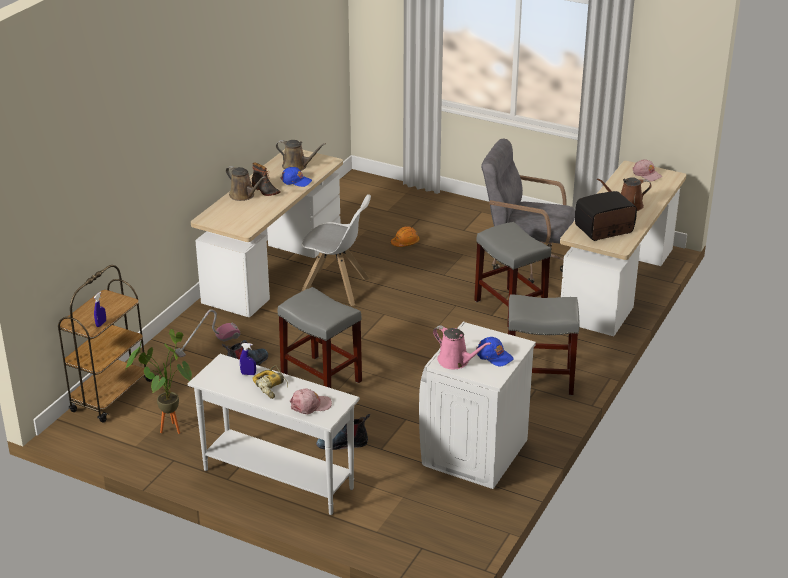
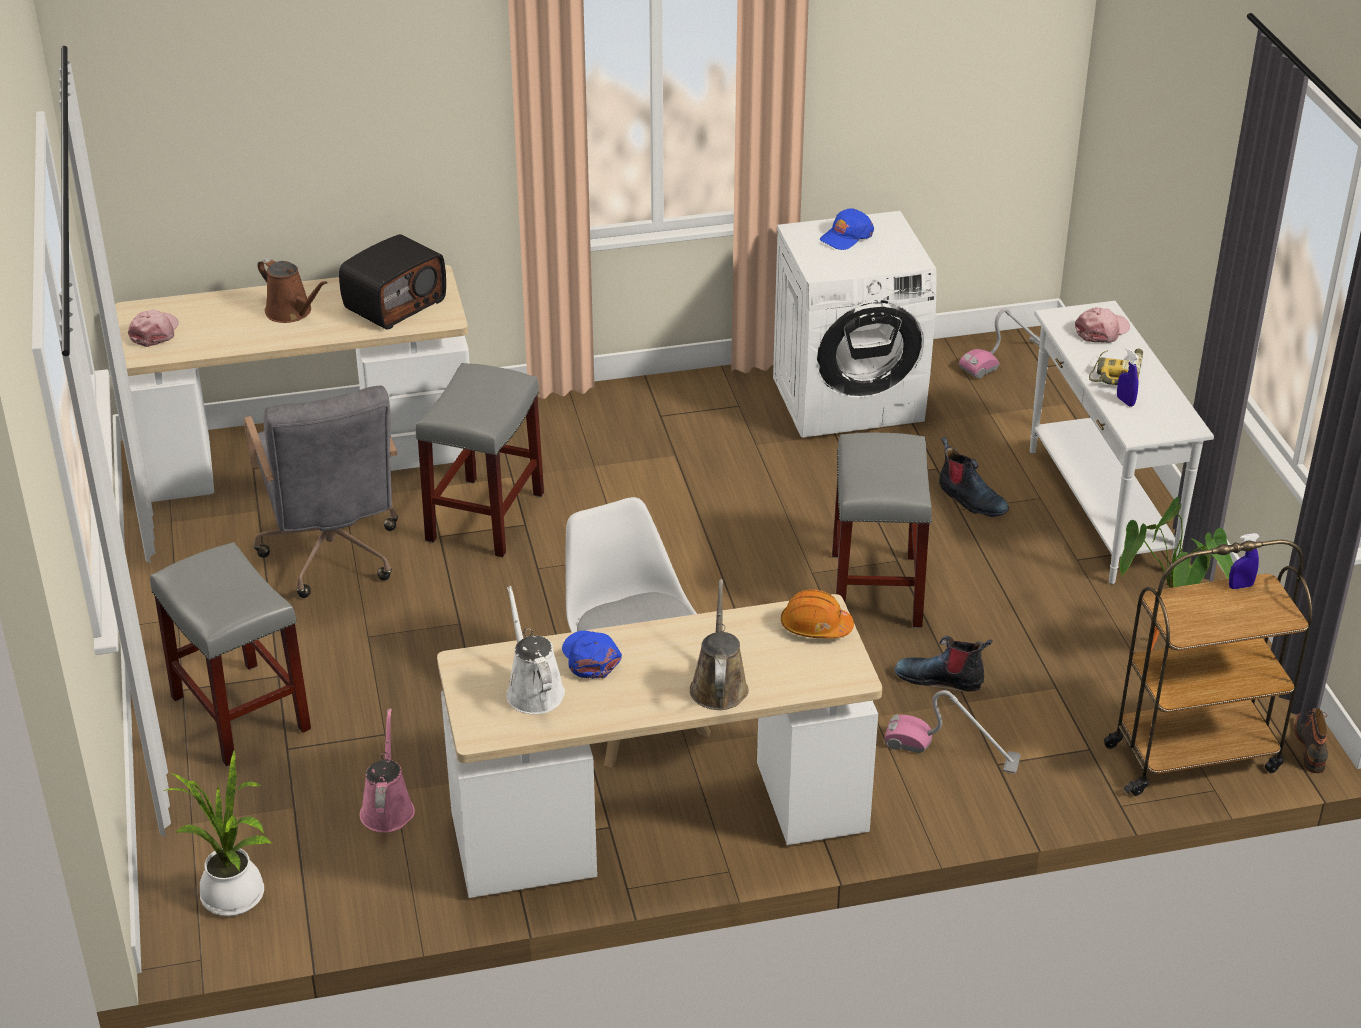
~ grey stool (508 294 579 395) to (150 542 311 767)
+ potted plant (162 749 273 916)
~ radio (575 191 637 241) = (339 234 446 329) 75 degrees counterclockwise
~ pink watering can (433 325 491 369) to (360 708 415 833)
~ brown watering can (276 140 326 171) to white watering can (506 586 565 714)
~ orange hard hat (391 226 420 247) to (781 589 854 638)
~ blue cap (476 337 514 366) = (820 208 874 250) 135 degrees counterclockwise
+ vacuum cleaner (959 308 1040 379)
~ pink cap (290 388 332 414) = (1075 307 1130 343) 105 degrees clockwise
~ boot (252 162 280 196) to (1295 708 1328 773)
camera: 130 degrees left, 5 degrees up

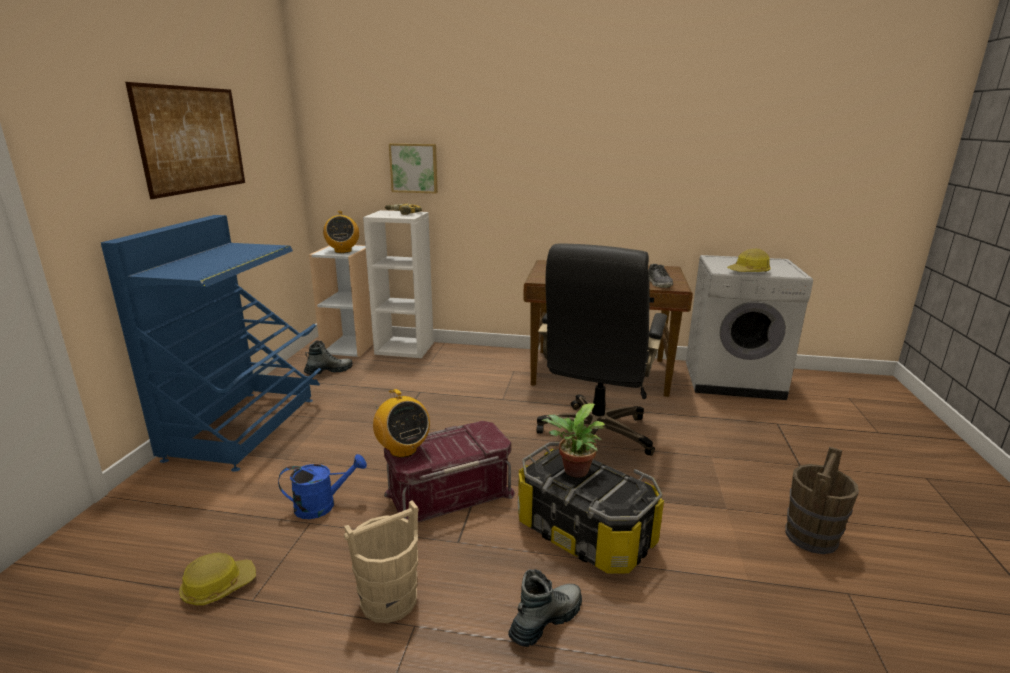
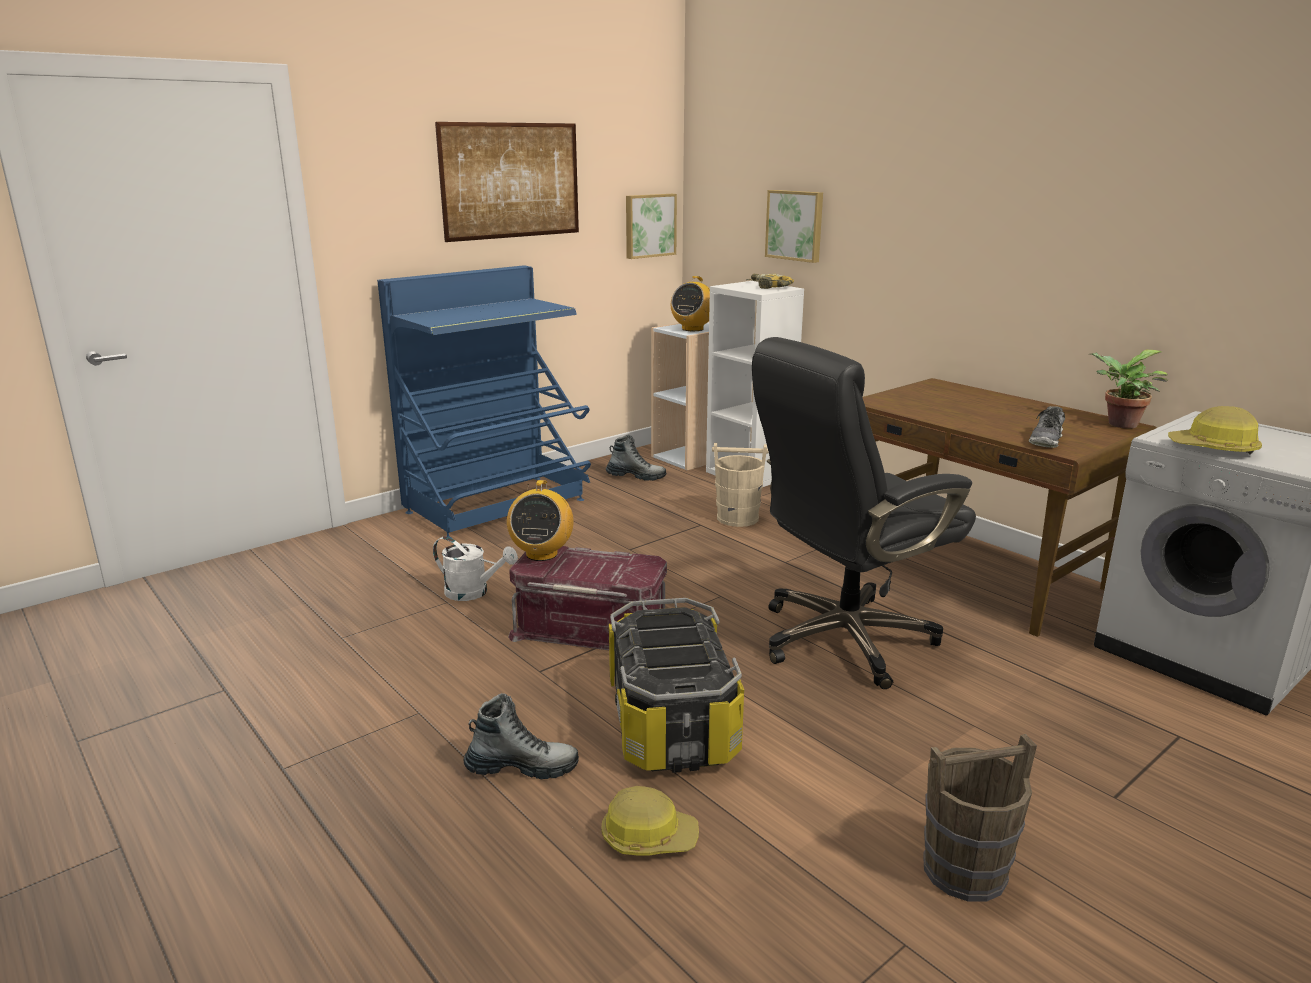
~ blue watering can (278 454 367 519) to white watering can (433 537 518 601)
~ hard hat (179 553 256 605) to (601 786 699 856)
+ picture (626 194 677 259)
~ beige bucket (344 500 419 623) to (712 443 769 527)
~ potted plant (541 403 605 478) to (1088 350 1168 429)
camera: 40 degrees right, 0 degrees up

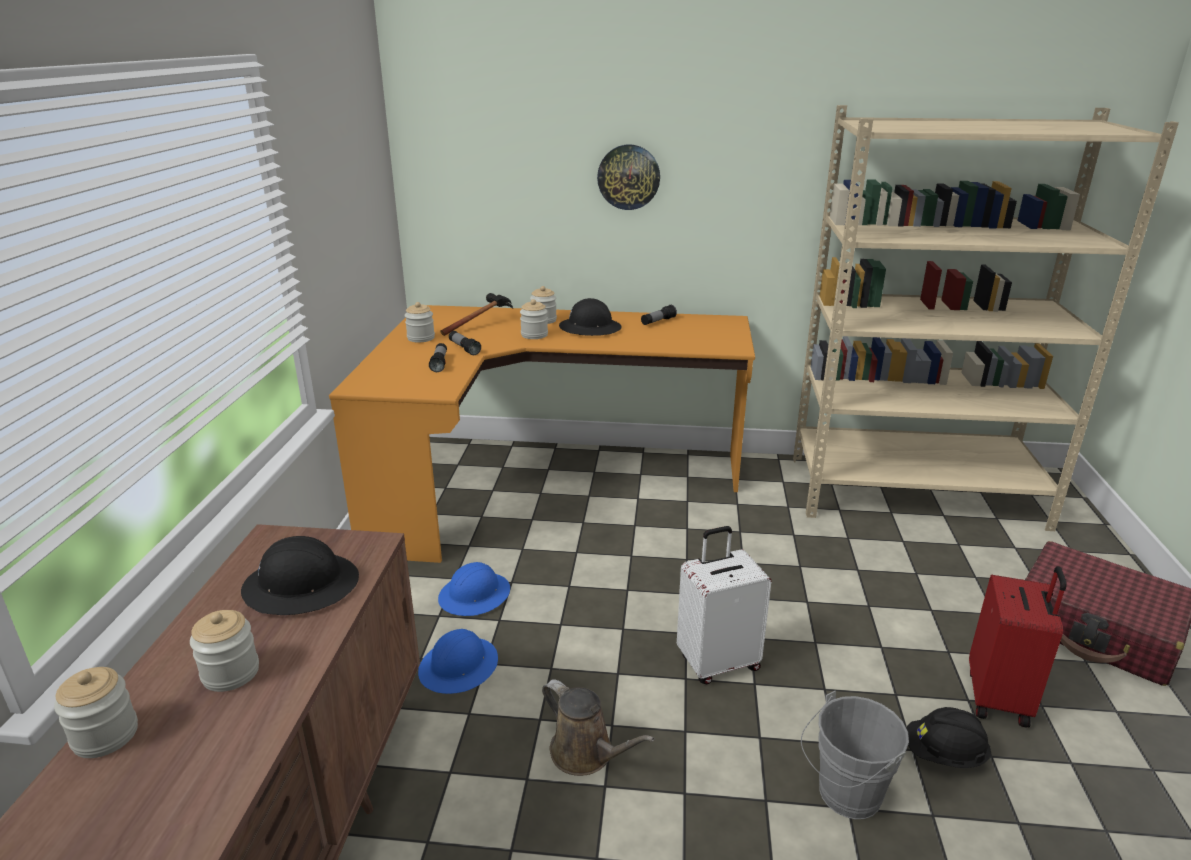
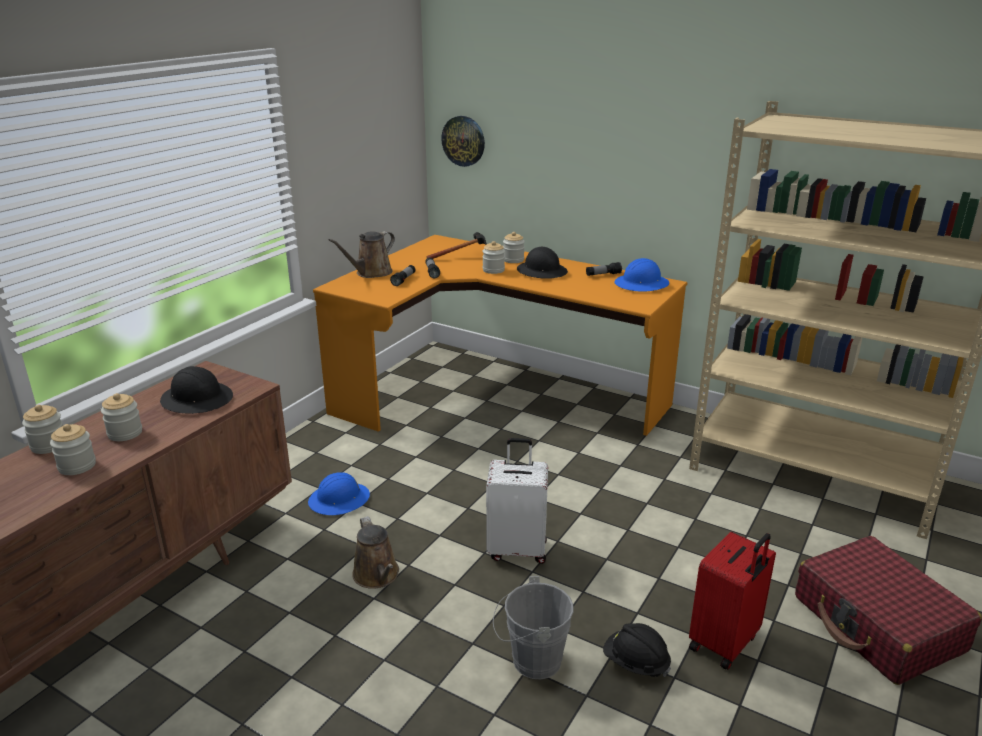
~ jar (405 302 435 343) to (50 424 96 475)
+ brown watering can (328 231 395 278)
~ wall clock (597 145 660 210) to (441 116 485 167)
~ blue hard hat (438 562 510 616) to (614 258 669 292)
camera: 25 degrees right, 0 degrees up

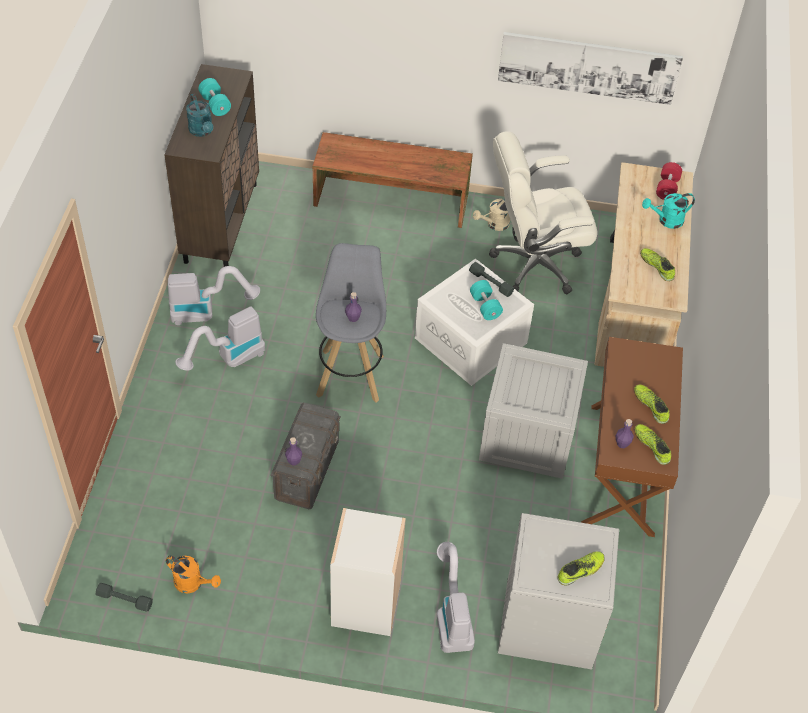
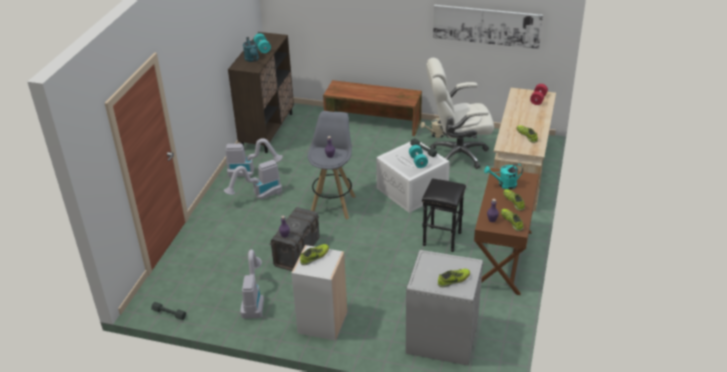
~ vacuum cleaner (437 542 475 653) to (240 249 264 319)
+ shoe (300 244 329 265)
~ crate (479 343 588 479) to black stool (422 179 466 252)
~ turquoise watering can (642 193 695 229) to (484 164 523 190)
- orange watering can (166 556 221 593)
camera: 10 degrees right, 15 degrees down

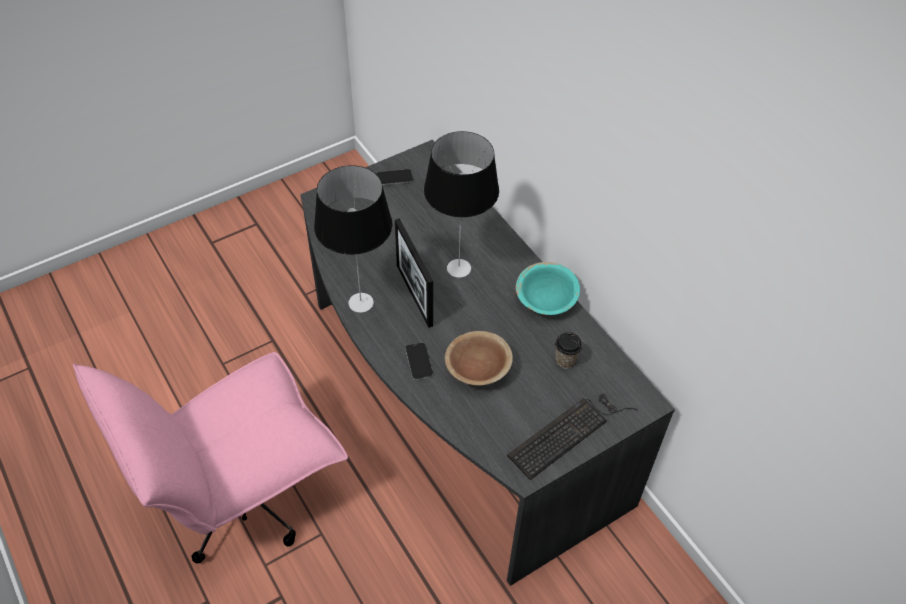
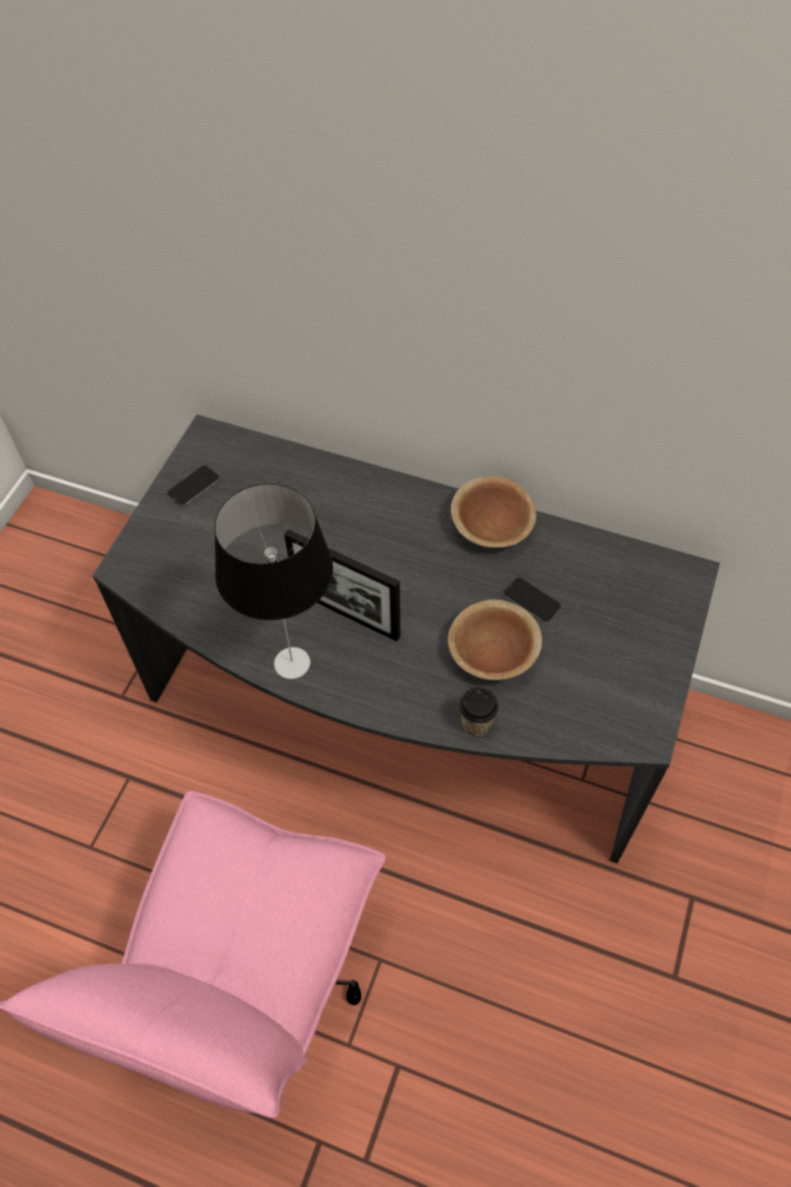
~ turquoise bowl (515 262 580 315) to brown bowl (451 476 536 548)
~ cup (555 332 582 369) to (459 688 498 737)
~ phone (405 343 433 380) to (503 578 561 623)
- table lamp (424 131 499 278)
- keyboard (507 394 638 480)
camera: 35 degrees left, 5 degrees up

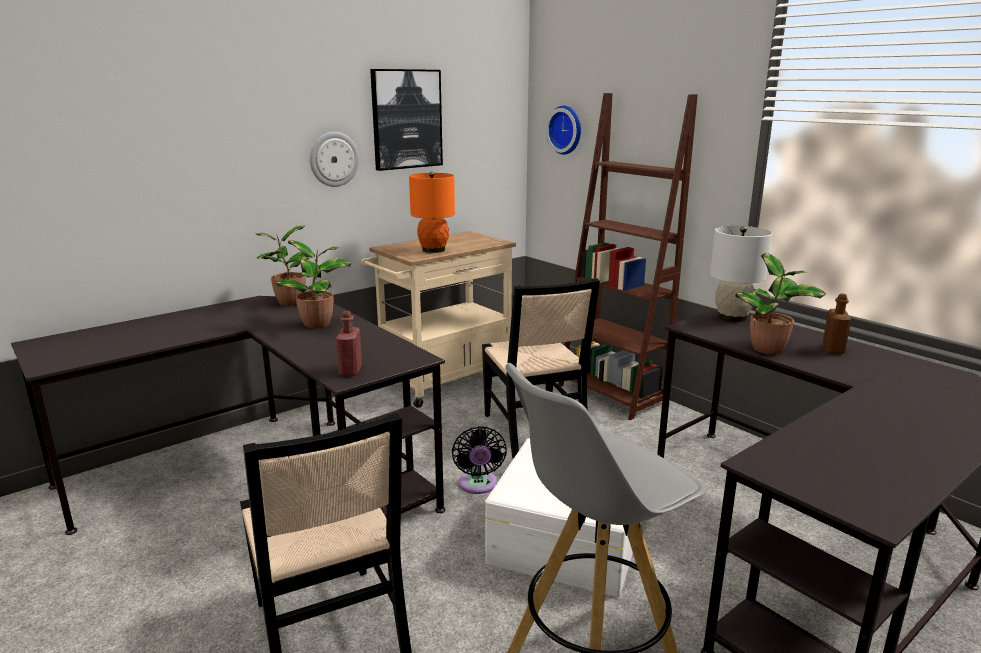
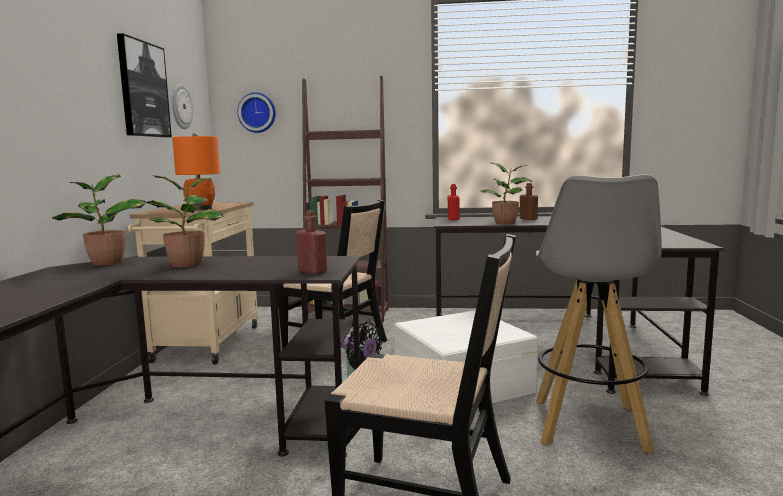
~ wall clock (310 132 359 187) to (172 84 193 129)
~ white table lamp (710 226 772 322) to red bottle (448 184 460 220)
camera: 45 degrees left, 10 degrees down

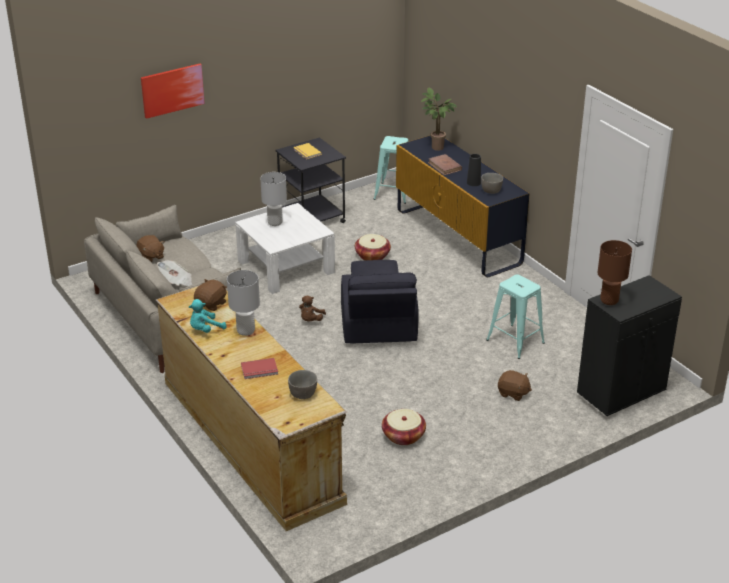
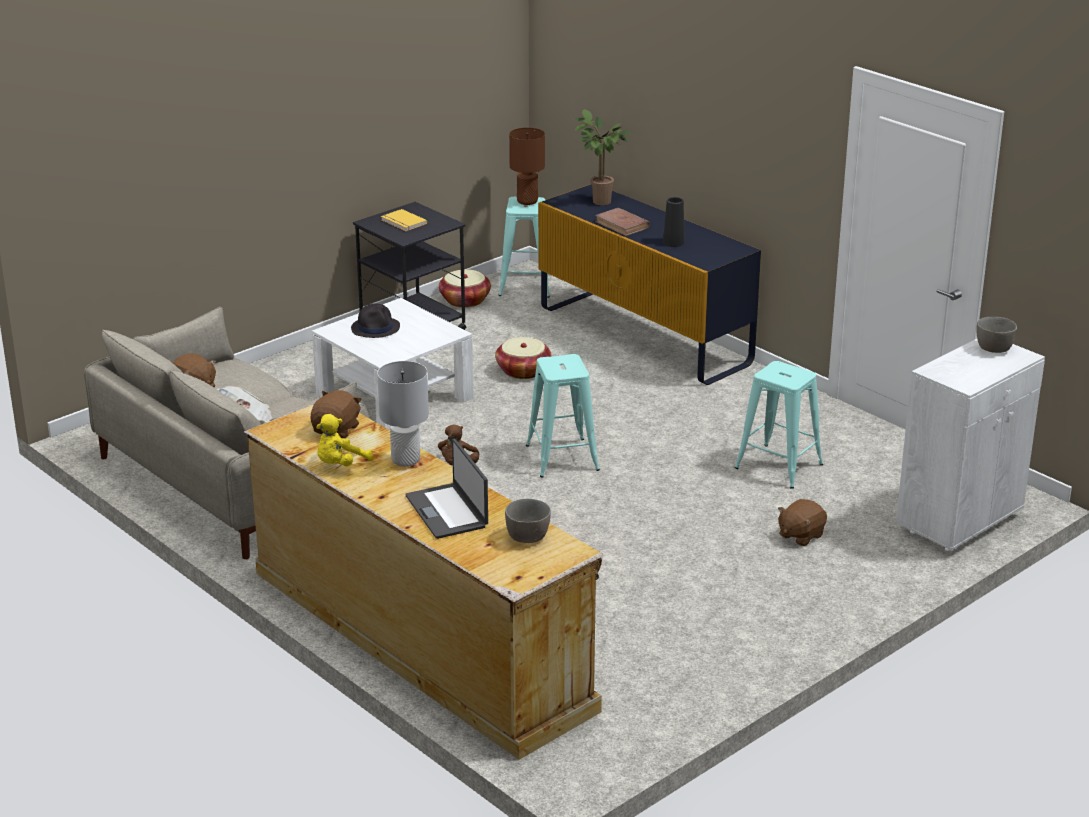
~ turquoise plush toy (189 299 227 333) to yellow plush toy (316 414 373 466)
~ grey table lamp (260 172 287 226) to black hat (351 304 400 338)
~ red book (241 358 278 379) to laptop (405 439 488 539)
~ basket (382 409 426 445) to (439 269 491 308)
~ brown table lamp (597 240 632 305) to (509 127 545 205)
~ black armchair (341 260 419 344) to turquoise stool (526 354 600 478)
~ brown plush toy (498 370 532 401) = (778 499 827 546) 120 degrees clockwise
~ black cabinet (577 275 682 416) to white cabinet (896 339 1045 551)
~ grey bowl (481 173 503 194) to (976 317 1017 353)
- picture (141 64 205 119)
camera: 10 degrees left, 5 degrees down

